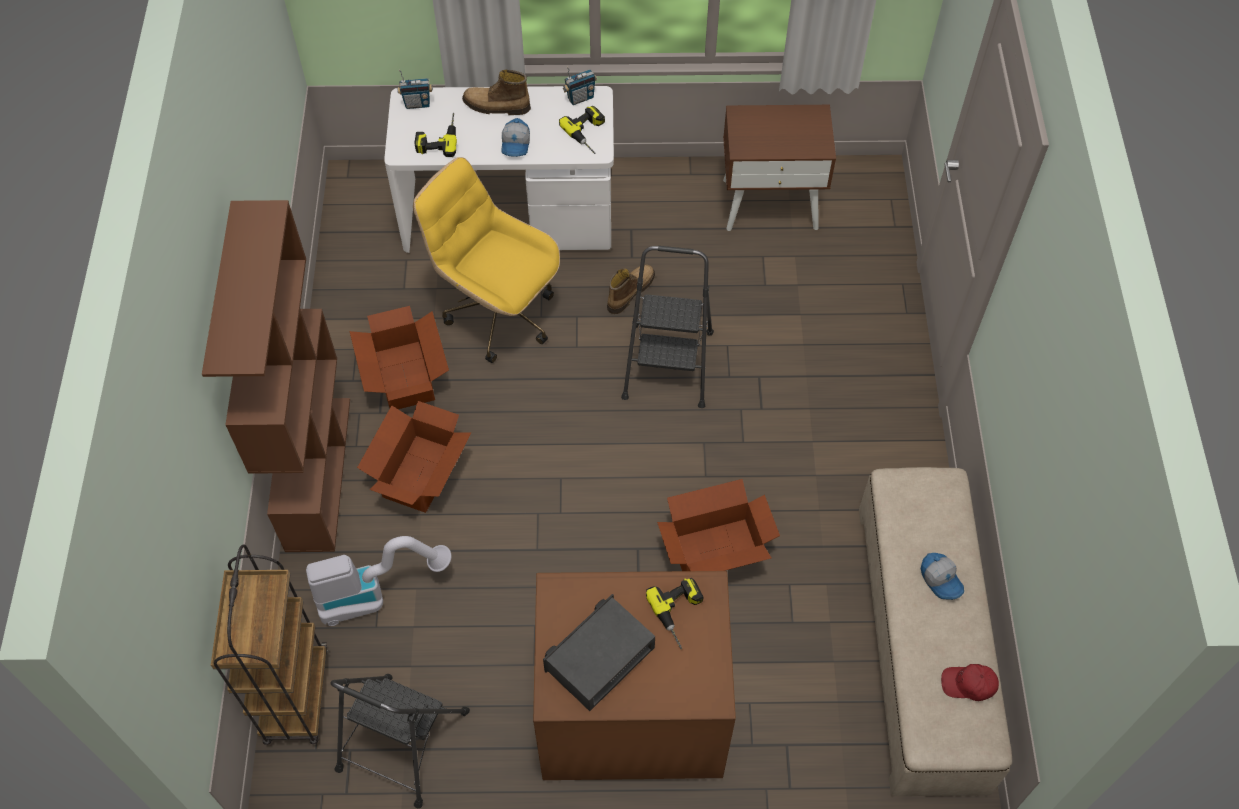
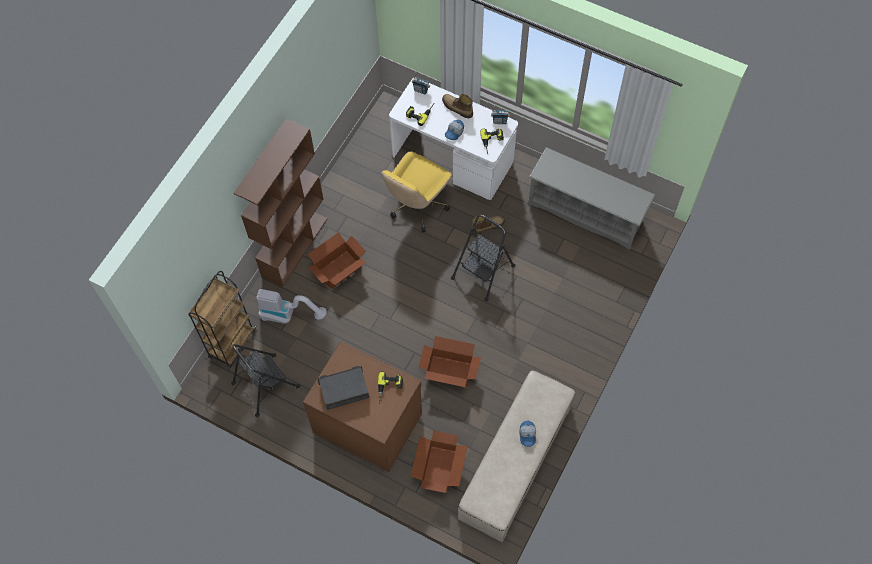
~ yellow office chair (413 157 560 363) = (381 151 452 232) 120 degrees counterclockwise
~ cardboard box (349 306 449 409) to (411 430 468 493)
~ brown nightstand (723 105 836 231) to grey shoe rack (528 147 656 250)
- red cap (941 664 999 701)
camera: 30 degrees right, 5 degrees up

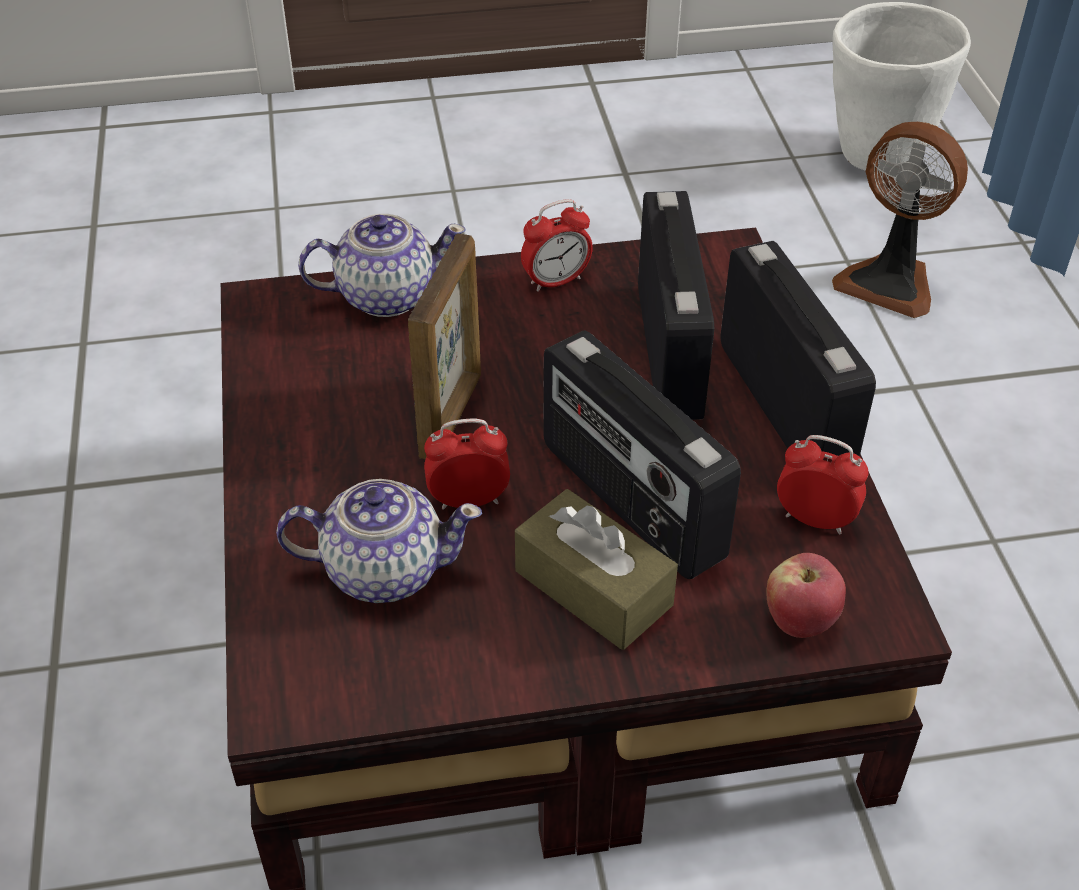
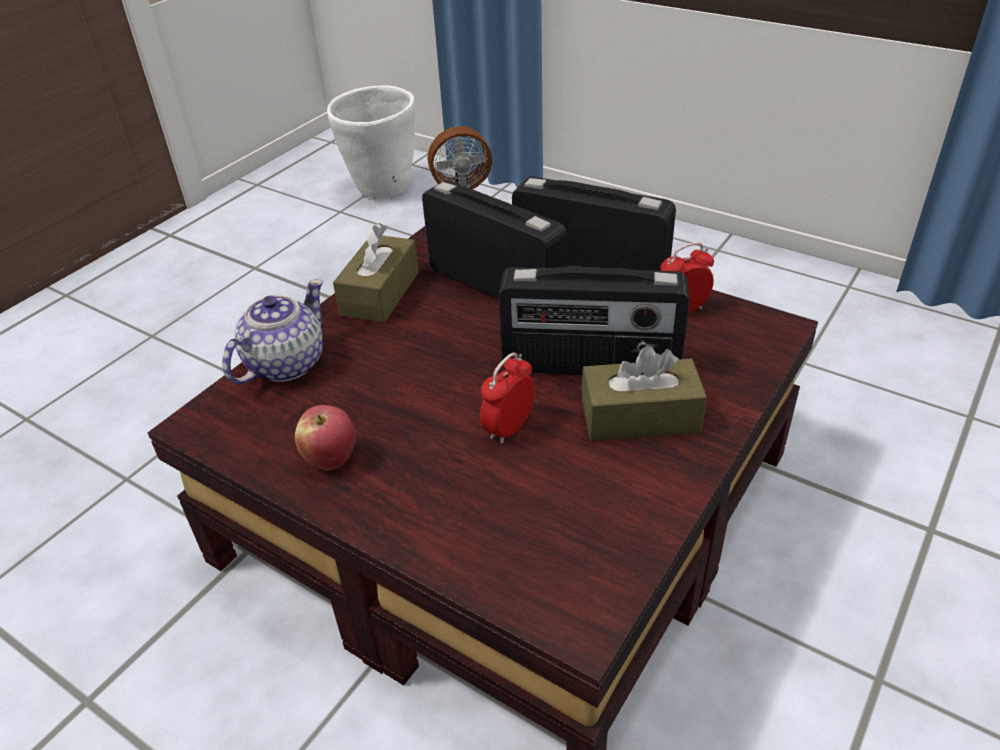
~ apple (766 553 846 638) to (295 405 356 470)
~ alarm clock (521 199 593 292) to brown tissue box (333 223 419 323)
- teapot (276 479 482 603)
- picture frame (408 233 481 459)
camera: 45 degrees left, 5 degrees down

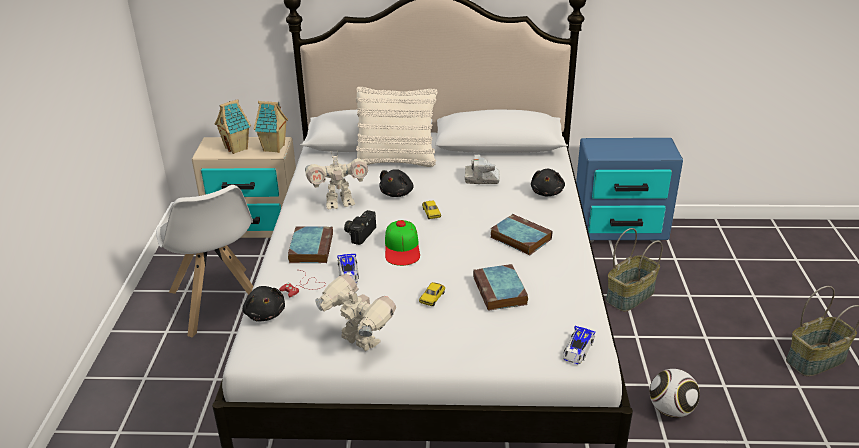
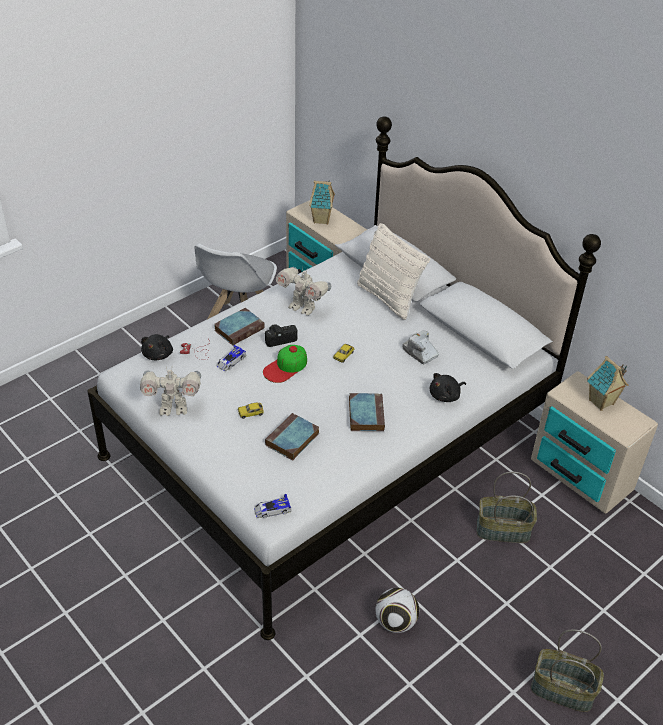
~ toy robot (315 274 396 351) = (140 367 201 416) 90 degrees clockwise
~ blue nightstand (576 138 683 243) to beige nightstand (531 371 658 514)
~ toy house (254 101 288 153) to (587 356 628 411)
- black plush toy (380 169 414 197)
camera: 45 degrees right, 10 degrees up

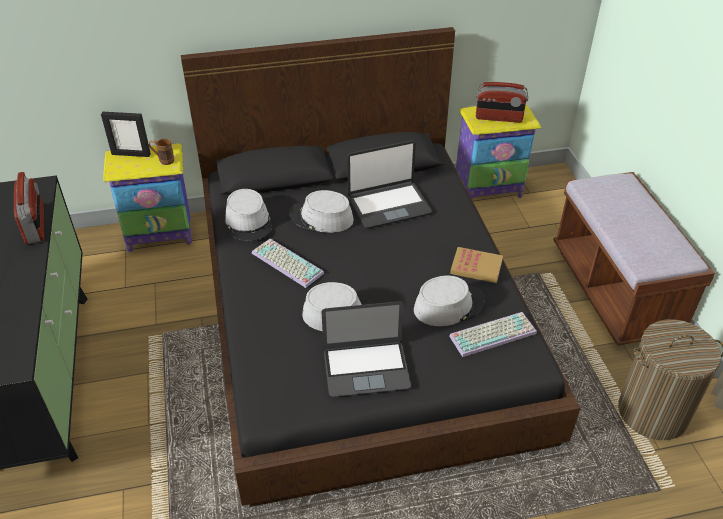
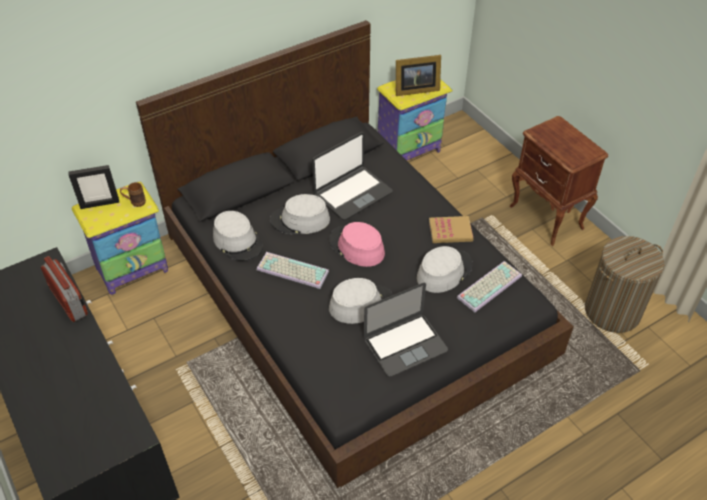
+ pink hat (329 222 385 267)
~ radio (476 82 528 123) to picture frame (396 55 441 96)
~ brown bench (553 172 715 346) to brown nightstand (509 116 609 246)
camera: 20 degrees left, 5 degrees up

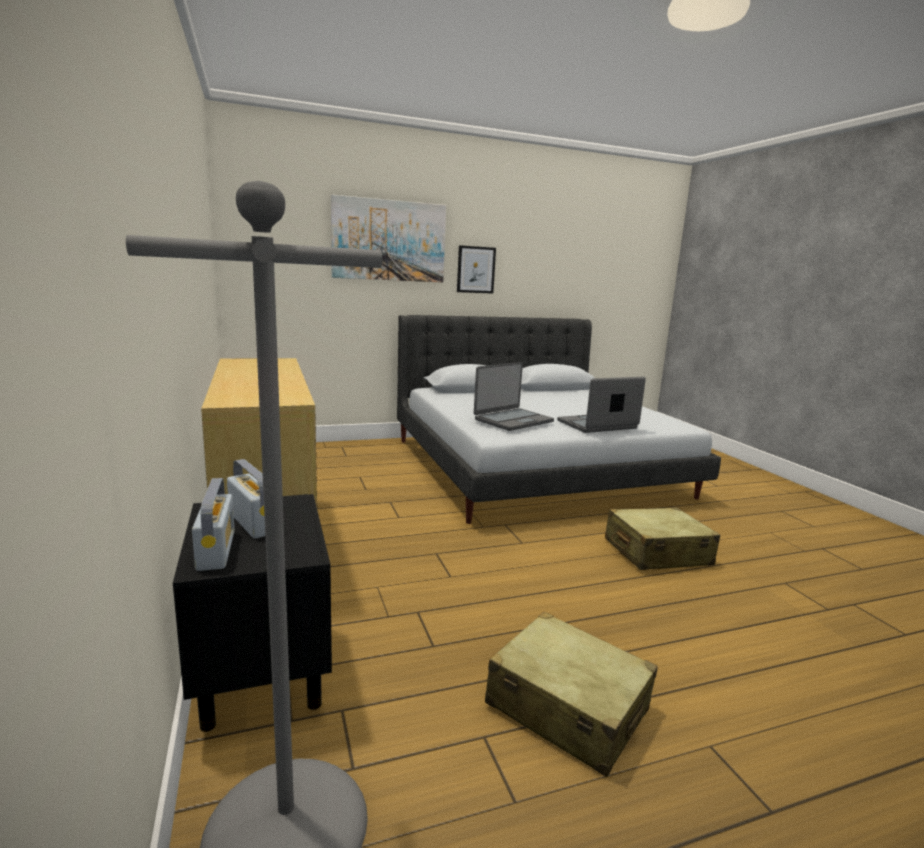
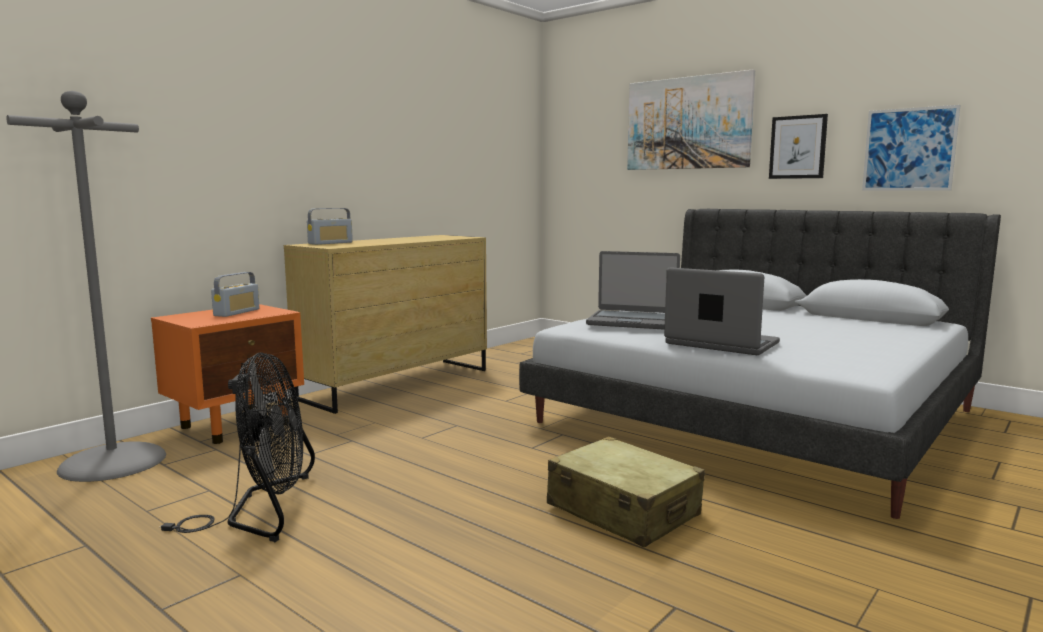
~ black nightstand (173 494 332 732) to orange nightstand (151 304 304 444)
~ beige suitcase (485 612 658 777) to black fan (160 352 315 542)
~ radio (192 478 235 571) to (307 208 353 245)
+ picture (862 105 960 191)
camera: 60 degrees right, 5 degrees down

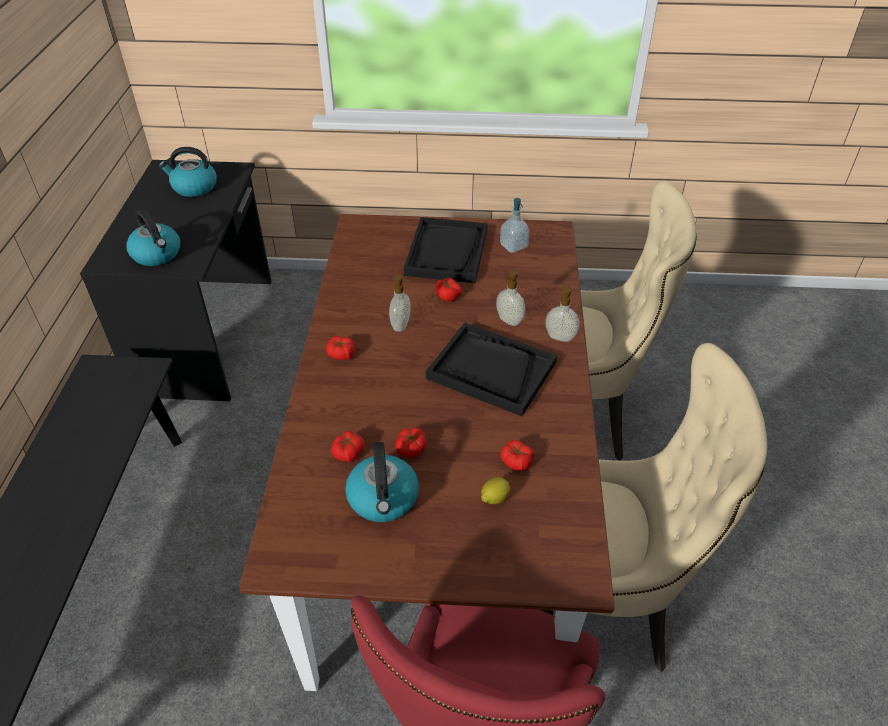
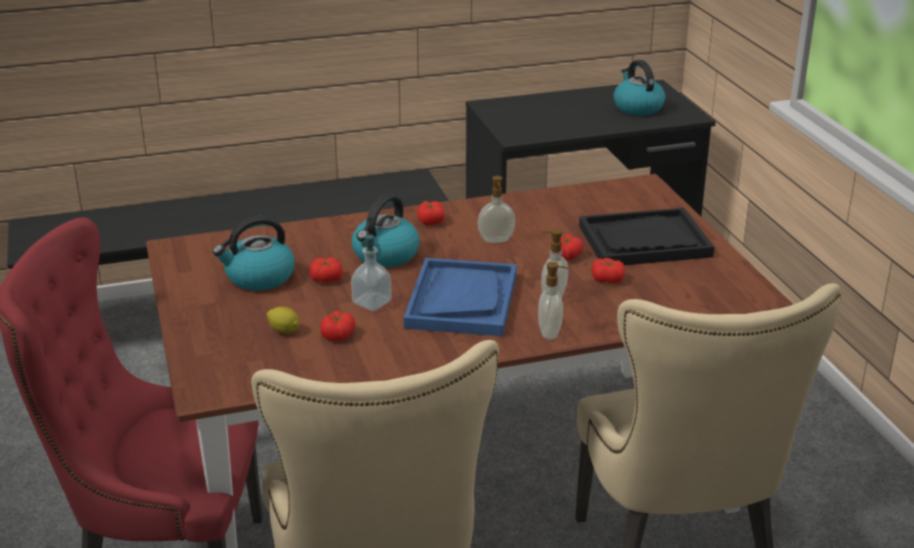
~ soap dispenser (500 198 530 253) to (351 234 392 311)
~ kettle (126 209 180 266) to (352 194 420 268)
~ black tray (426 323 557 416) to blue tray (404 258 517 336)
~ tomato (331 431 365 462) to (591 258 625 283)
camera: 70 degrees right, 15 degrees down

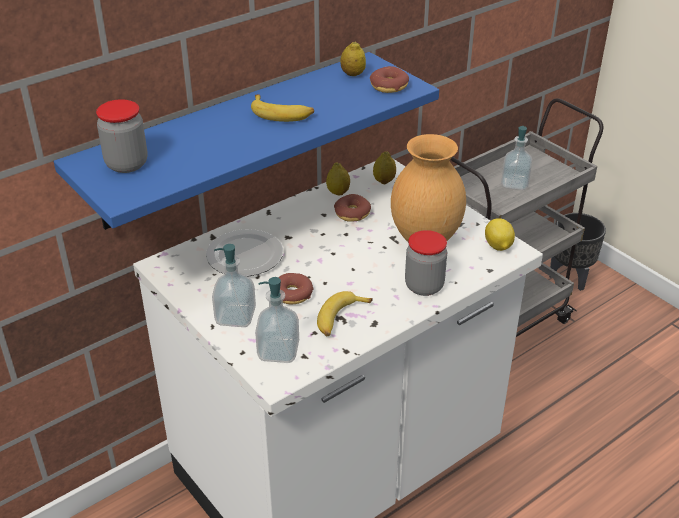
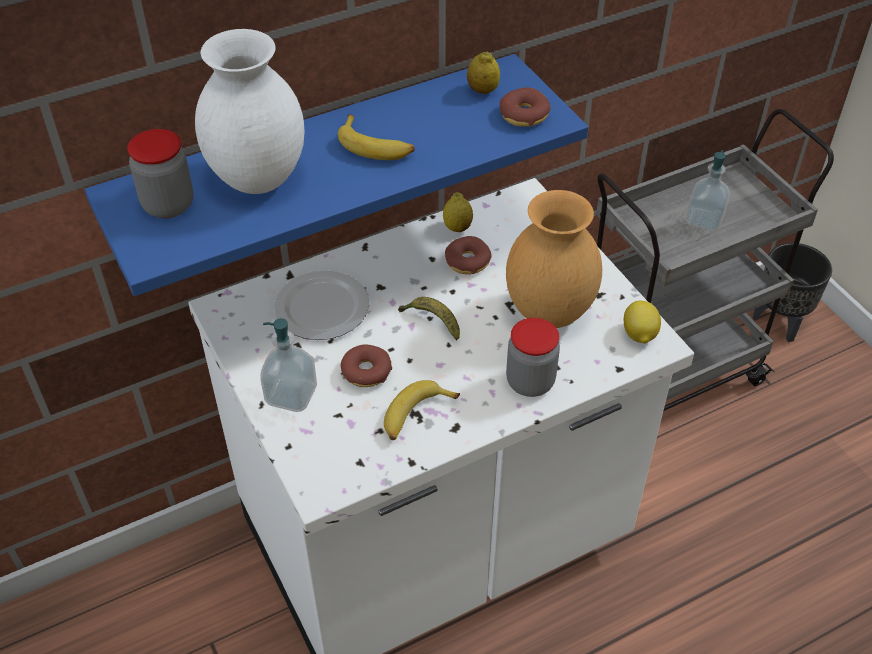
+ white vase (195 29 305 194)
+ banana (398 297 460 340)
- soap dispenser (255 277 299 363)
- lemon (373 152 396 184)
camera: 10 degrees right, 10 degrees up

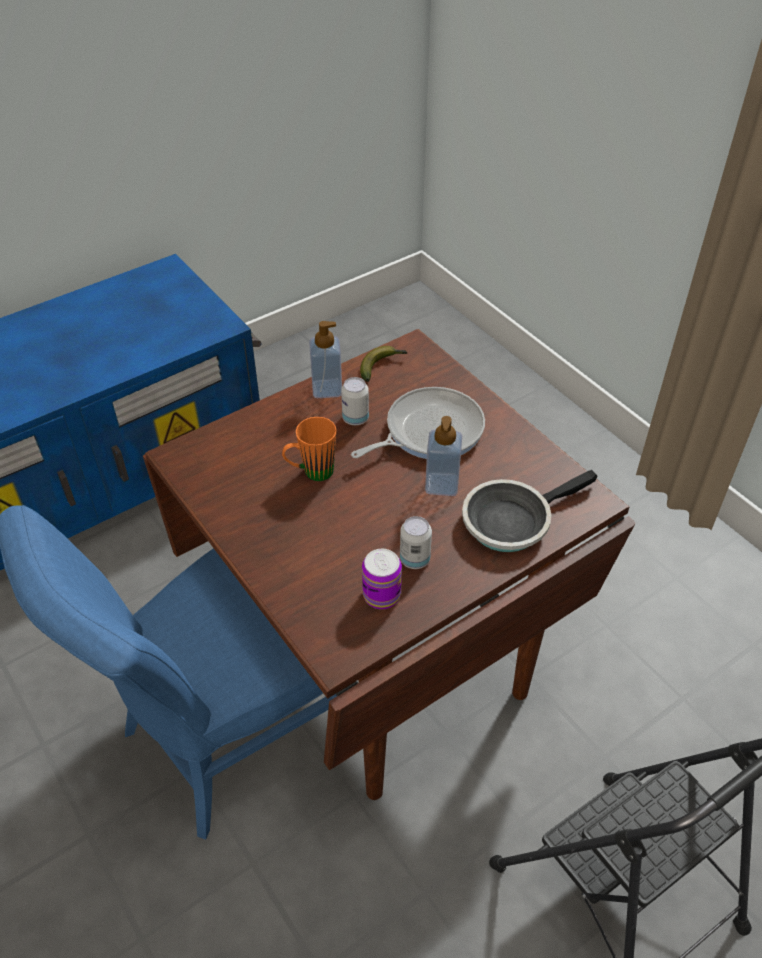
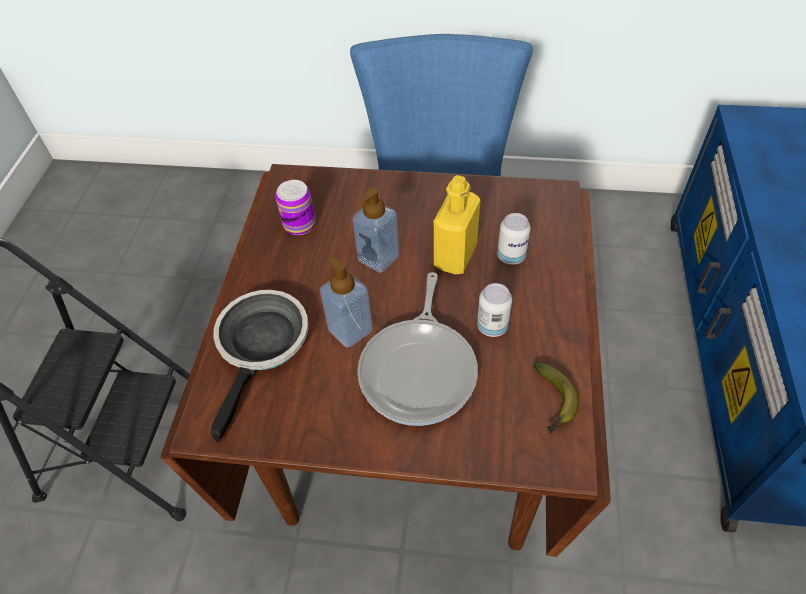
~ soap dispenser (309 321 342 398) to (352 188 399 273)
~ orange mug (282 417 337 481) to yellow bottle (434 175 481 274)
~ can (400 516 432 569) to (497 213 531 265)
camera: 135 degrees right, 5 degrees up

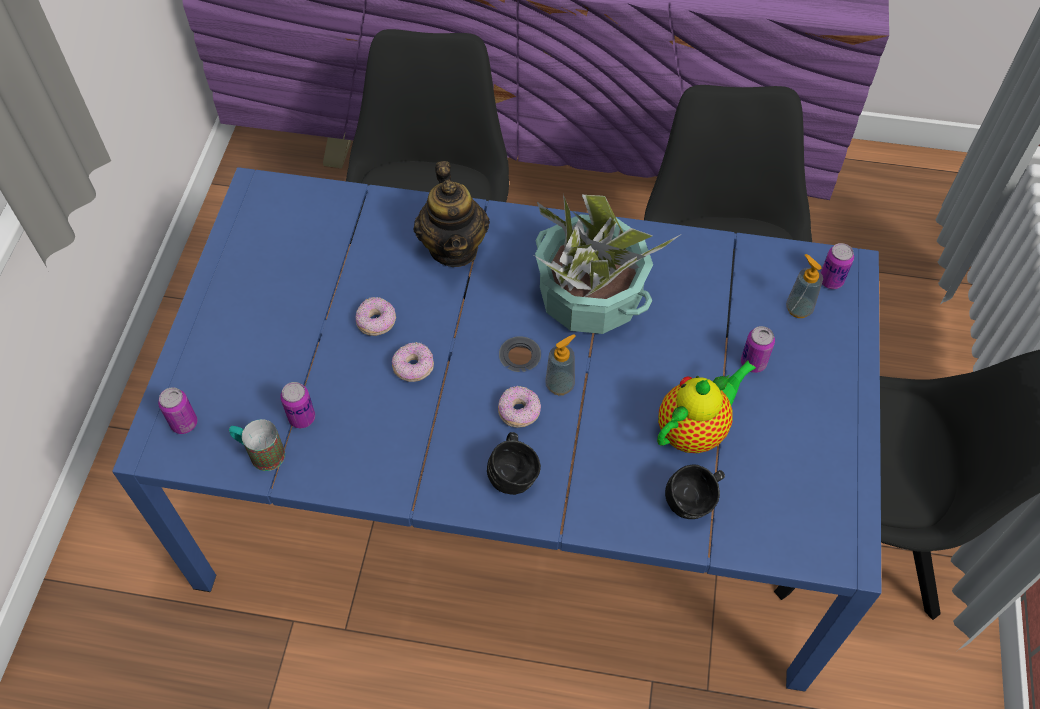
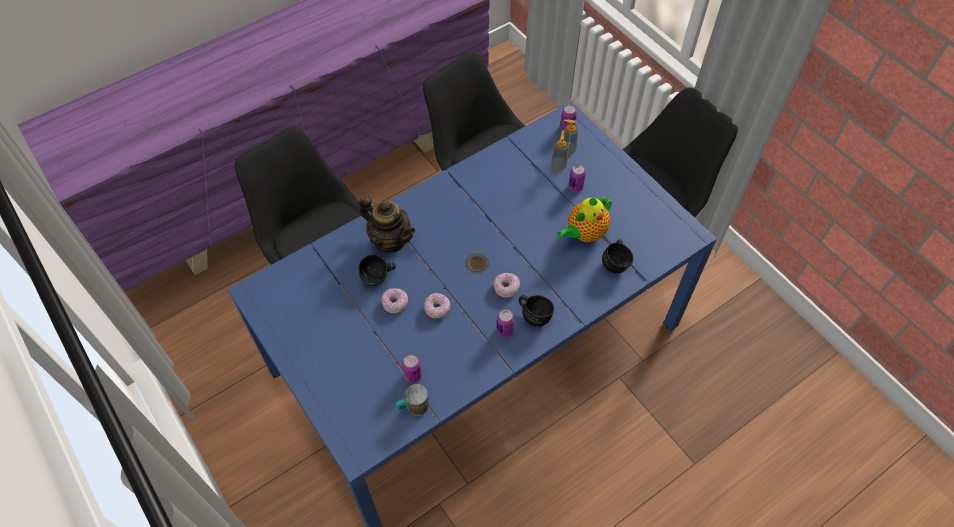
+ black mug (358 255 396 286)
~ can (158 387 197 434) to (497 309 515 337)
~ soap dispenser (545 335 576 395) to (551 130 569 170)
~ teapot (657 361 756 453) = (557 197 612 242) 135 degrees counterclockwise
- potted plant (535 194 683 334)
camera: 45 degrees left, 0 degrees up

